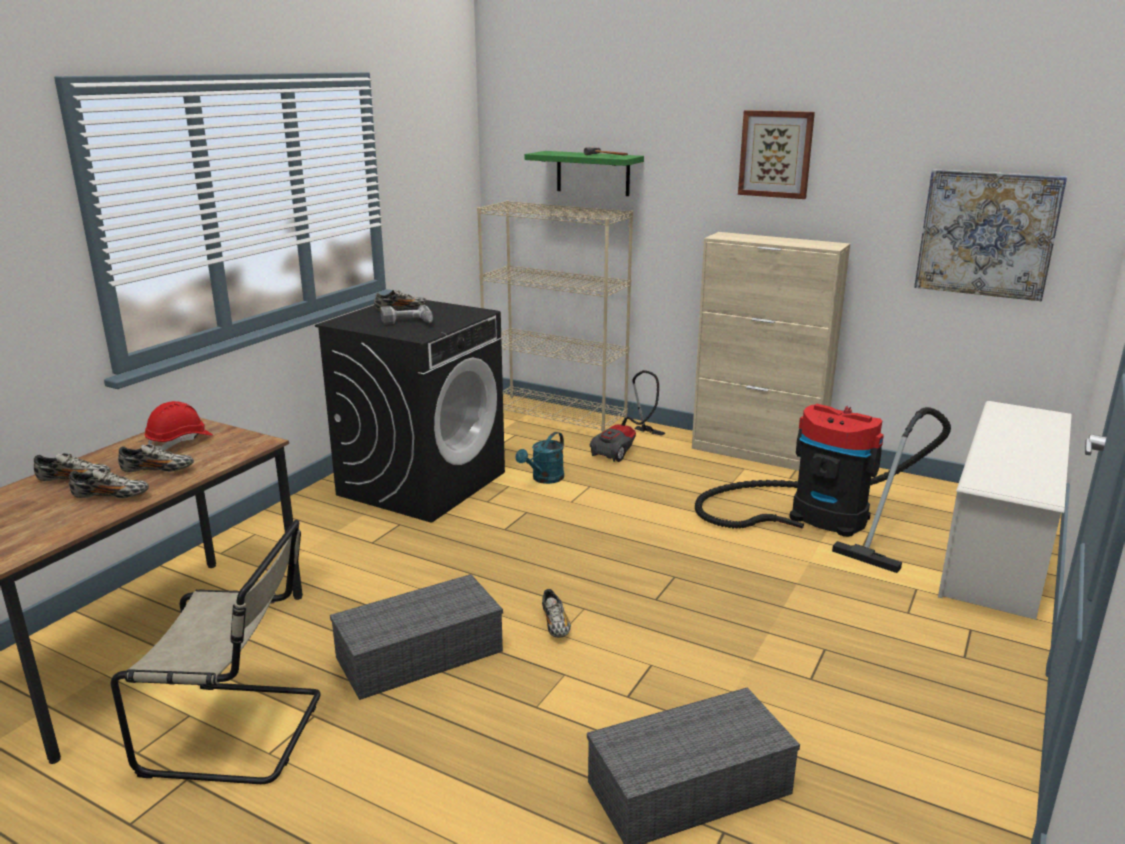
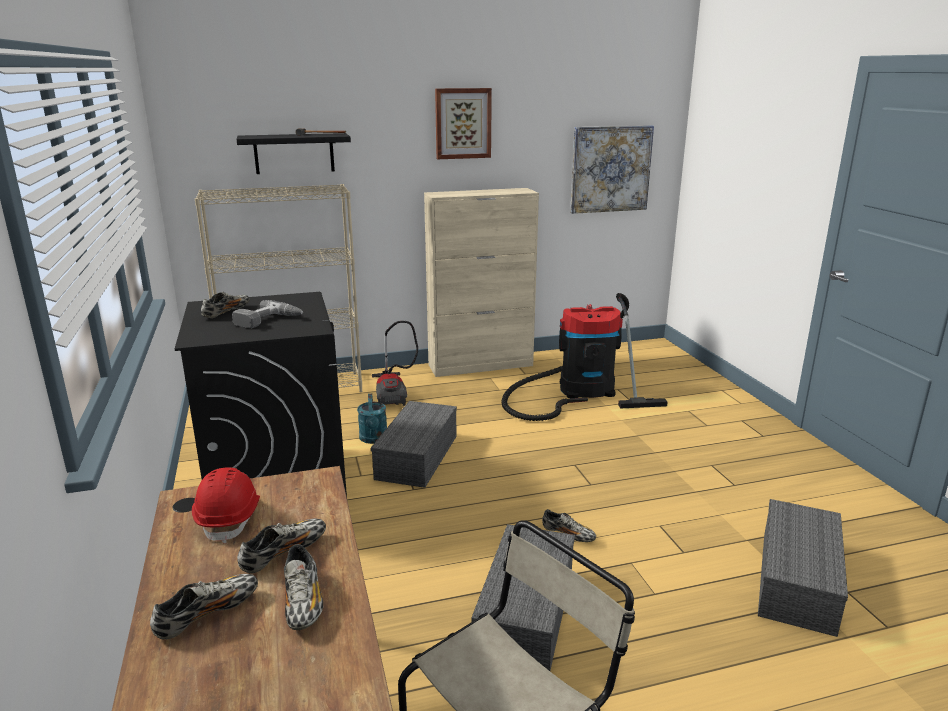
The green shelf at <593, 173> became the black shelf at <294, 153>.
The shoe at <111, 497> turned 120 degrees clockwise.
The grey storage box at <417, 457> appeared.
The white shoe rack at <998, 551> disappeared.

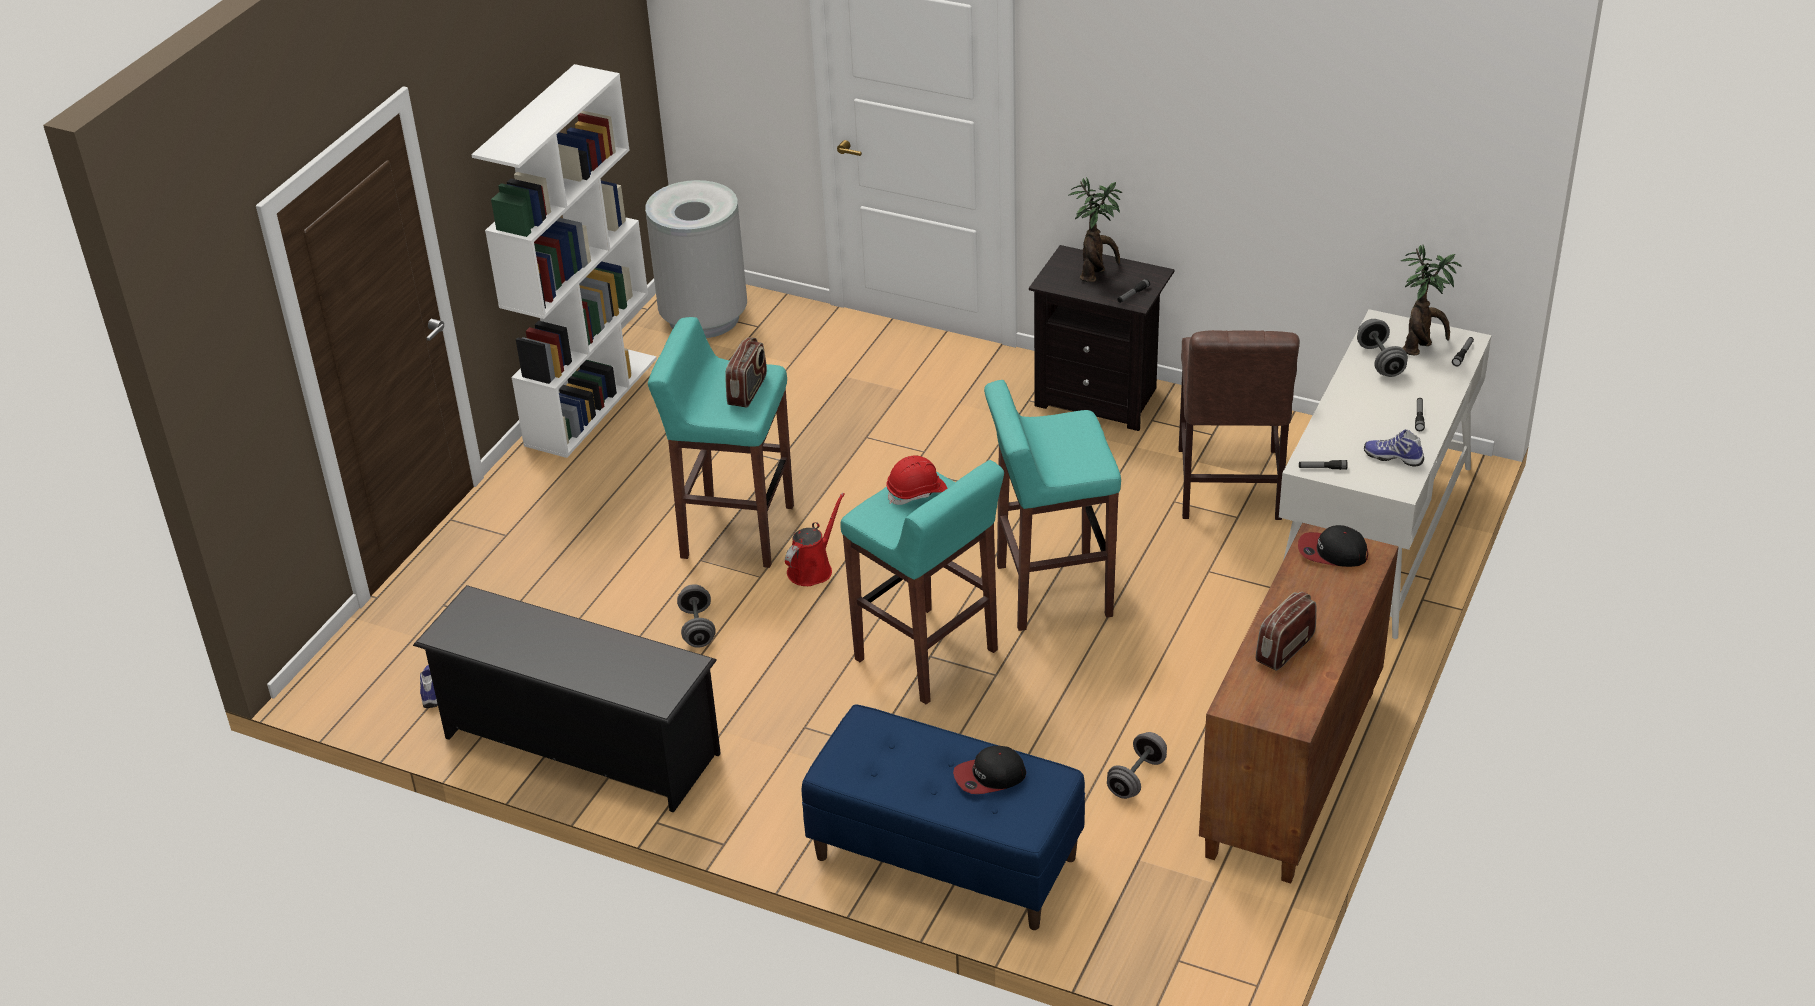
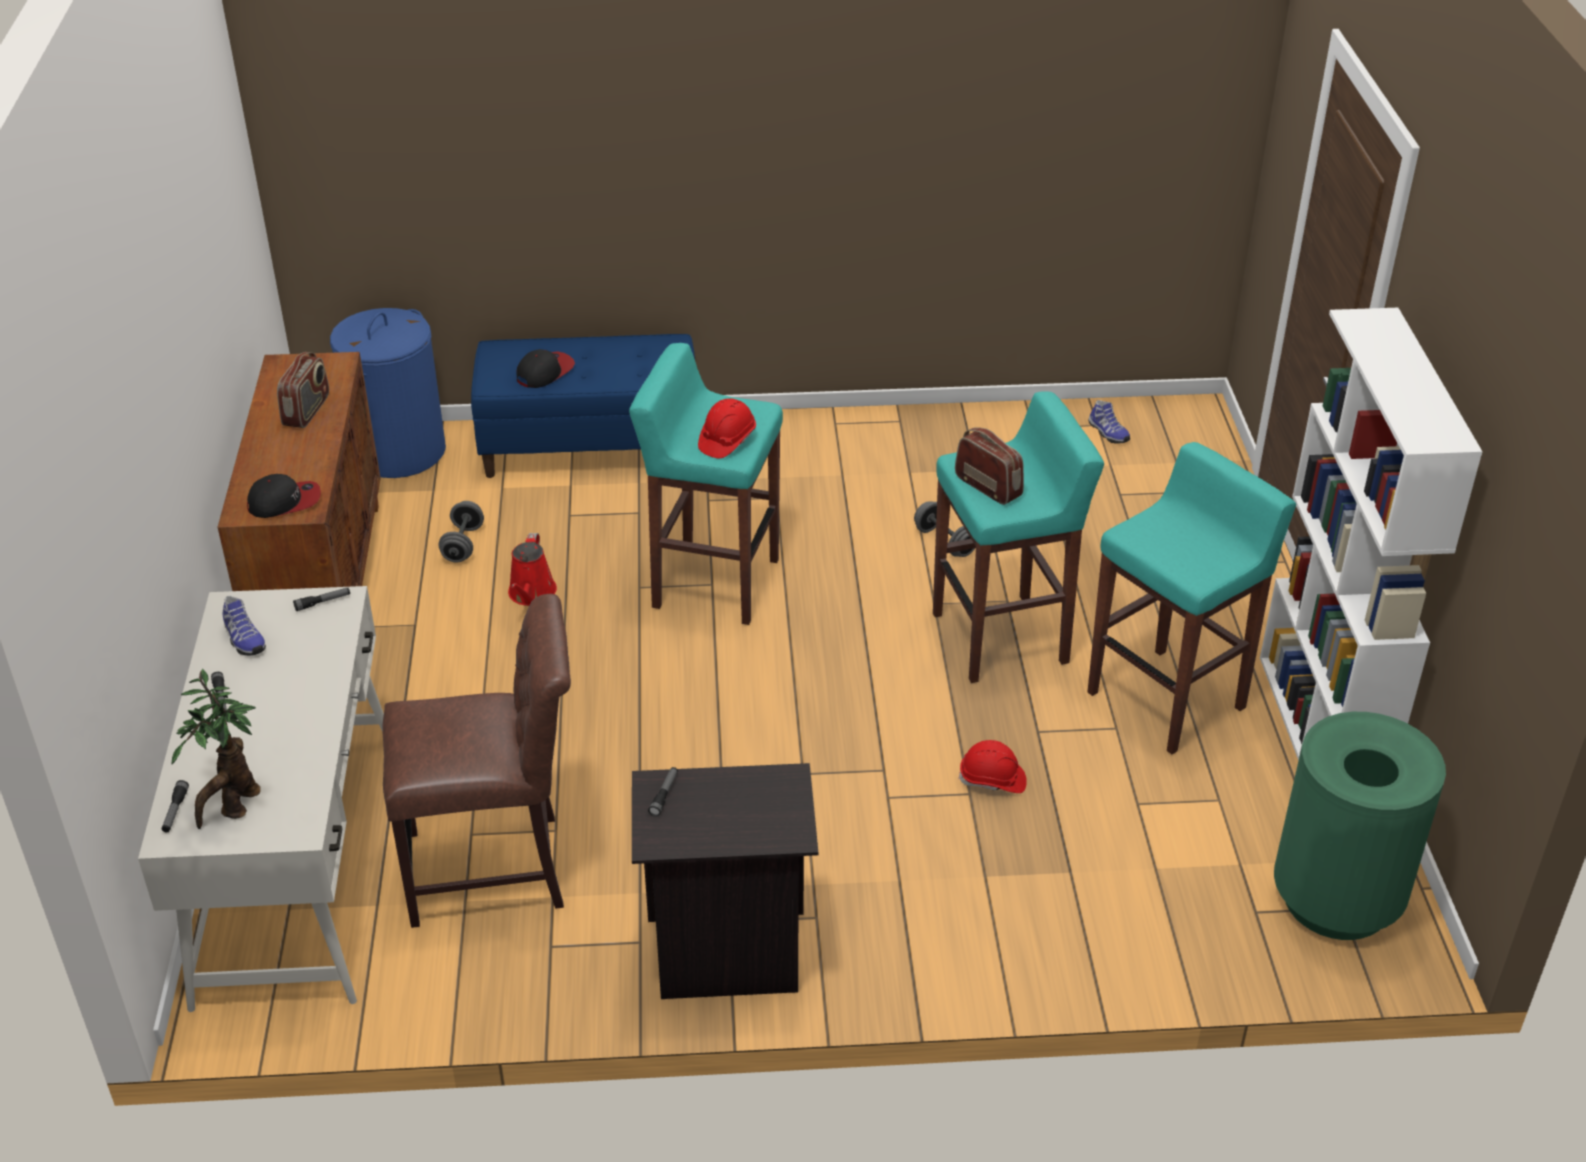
The shoe at <1393, 457> turned 60 degrees clockwise.
The blue laundry basket at <398, 451> appeared.
The brown chair at <1228, 489> turned 105 degrees clockwise.
The red watering can moved from <812, 568> to <531, 594>.
The radio at <748, 391> turned 150 degrees clockwise.
The red hard hat at <992, 780> appeared.
The turquoise stool moved from <1051, 591> to <1168, 700>.
The grey trash can at <704, 318> became the green trash can at <1336, 900>.
The black shoe rack at <580, 745> disappeared.
The potted plant at <1096, 273> disappeared.
The grey dumbbell at <1380, 361> disappeared.

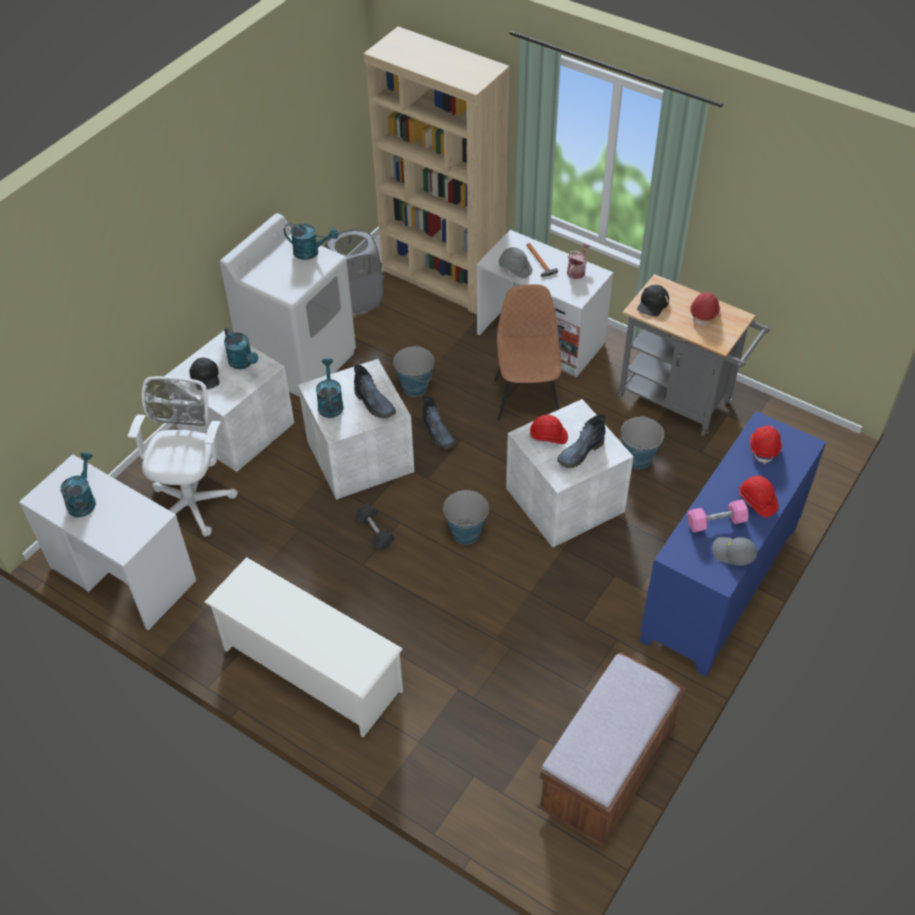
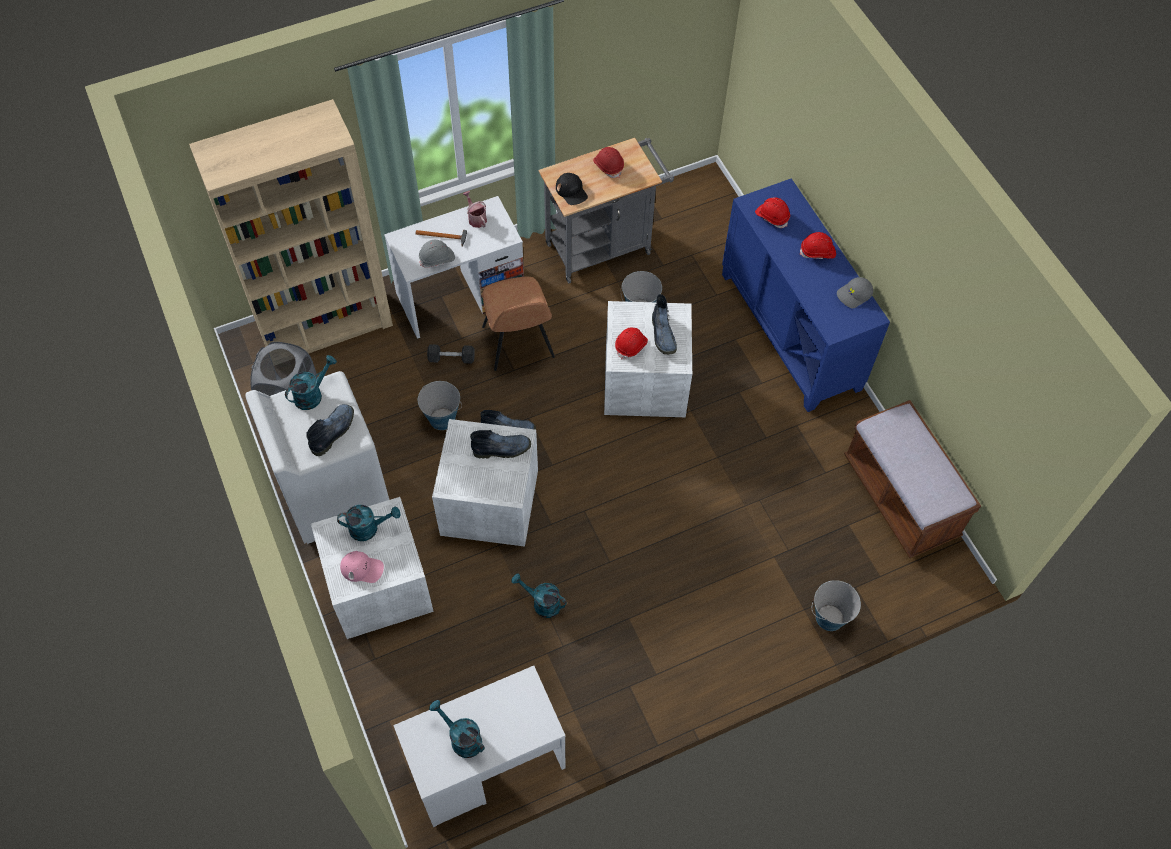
The boot at <333, 431> appeared.
The black cap at <205, 377> became the pink cap at <362, 568>.
The grey dumbbell moved from <375, 532> to <451, 358>.
The brown chair at <527, 397> turned 135 degrees counterclockwise.
The turquoise watering can moved from <330, 403> to <542, 603>.
The bucket moved from <465, 533> to <829, 618>.
The white office chair at <192, 501> disappeared.
The white shoe rack at <310, 670> disappeared.
The pink dumbbell at <716, 522> disappeared.

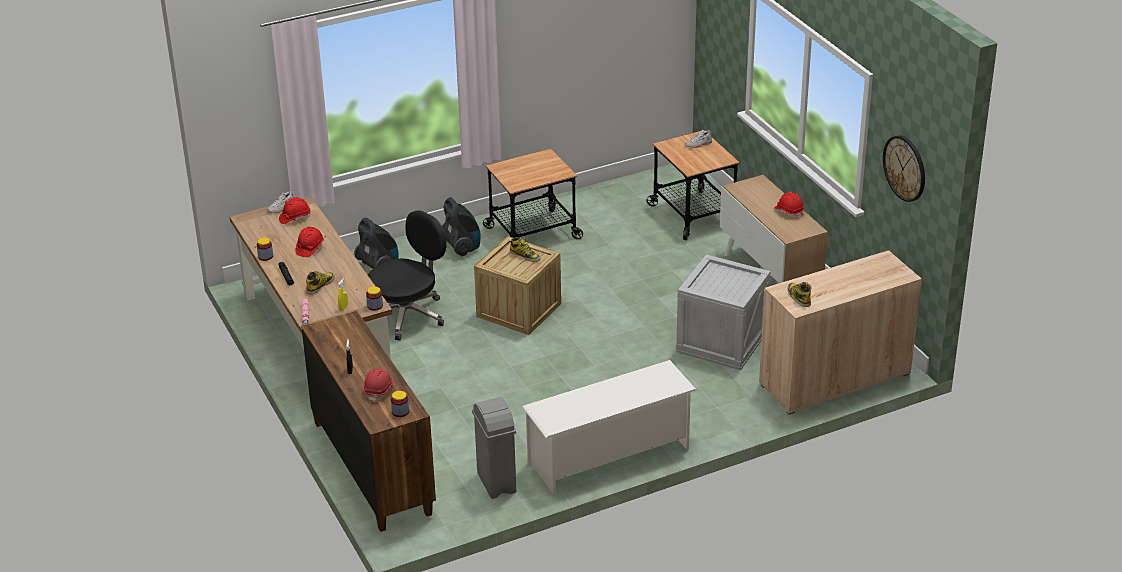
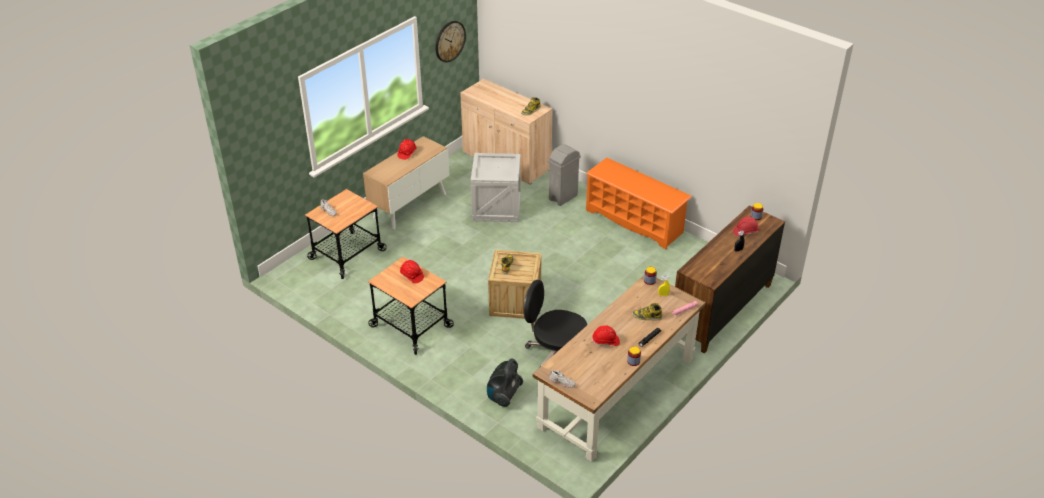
The red hard hat moved from <295, 217> to <411, 276>.
The grey trash can moved from <496, 483> to <563, 197>.
The white shoe rack at <609, 456> became the orange shoe rack at <635, 221>.
The vacuum cleaner at <462, 247> disappeared.

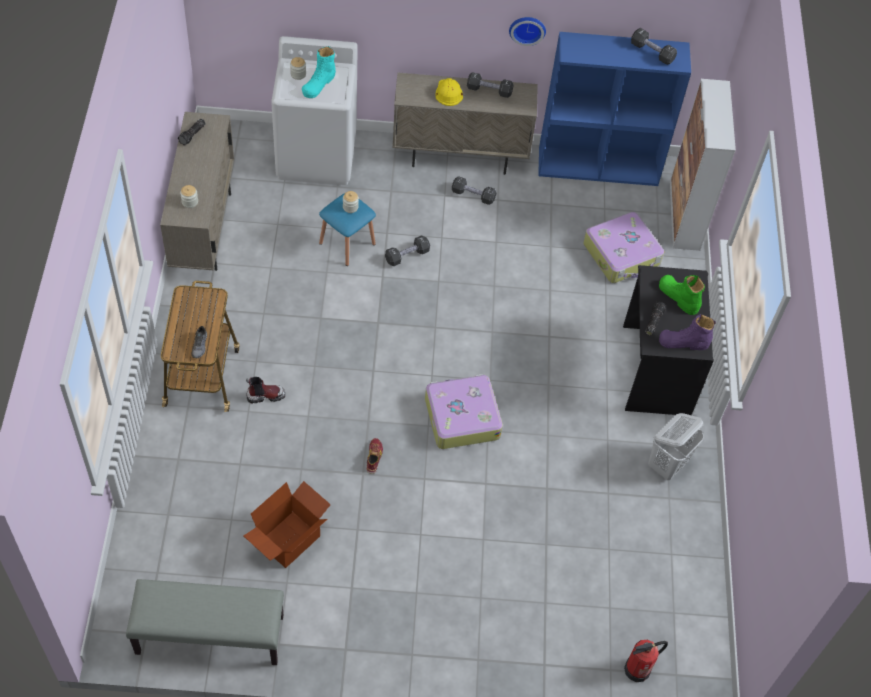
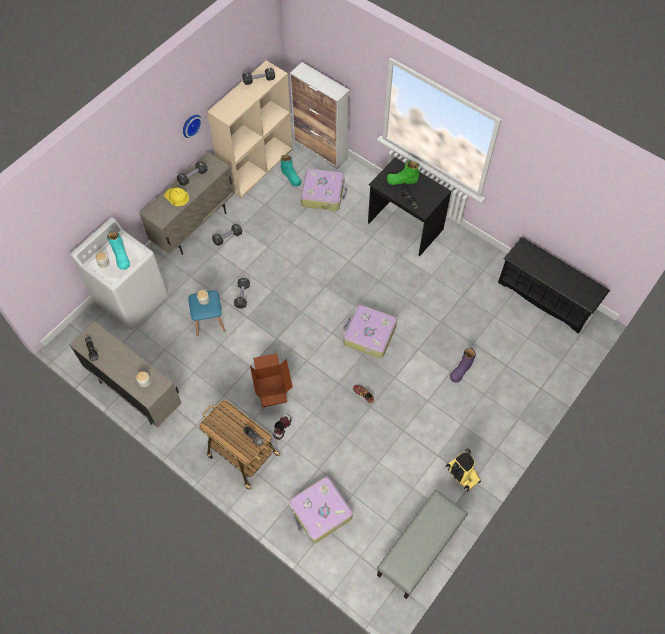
The blue bookcase at <599, 165> became the beige bookcase at <257, 166>.
The cardboard box moved from <289, 540> to <272, 390>.
The turquoise boot at <291, 176> appeared.
The suitcase at <320, 512> appeared.
The vacuum cleaner at <461, 474> appeared.
The purple boot moved from <684, 342> to <461, 369>.
The black shoe rack at <545, 297> appeared.
The fire extinguisher at <638, 669> disappeared.
The white laundry basket at <667, 464> disappeared.

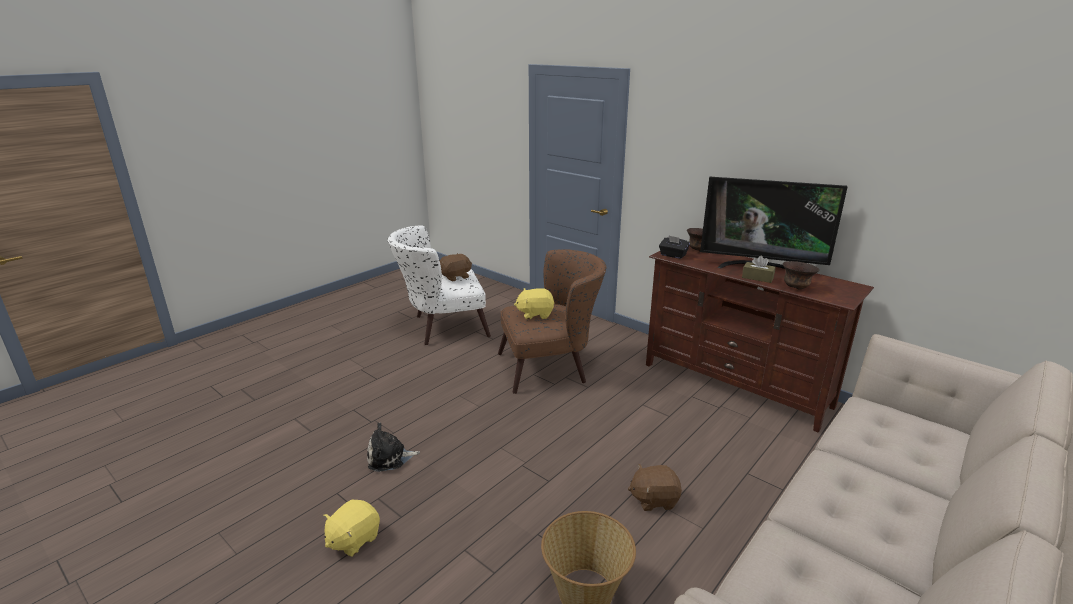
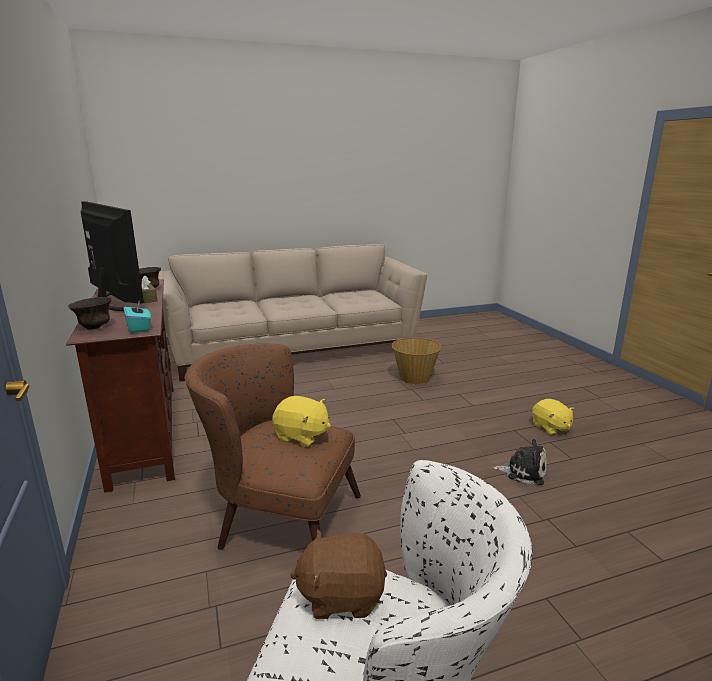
The black tissue box at <673, 255> became the turquoise tissue box at <139, 328>.
The yellow plush toy at <353, 539> turned 90 degrees clockwise.
The brown plush toy at <654, 499> disappeared.

